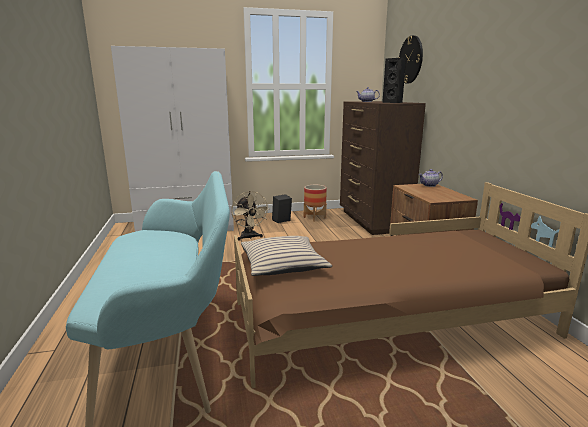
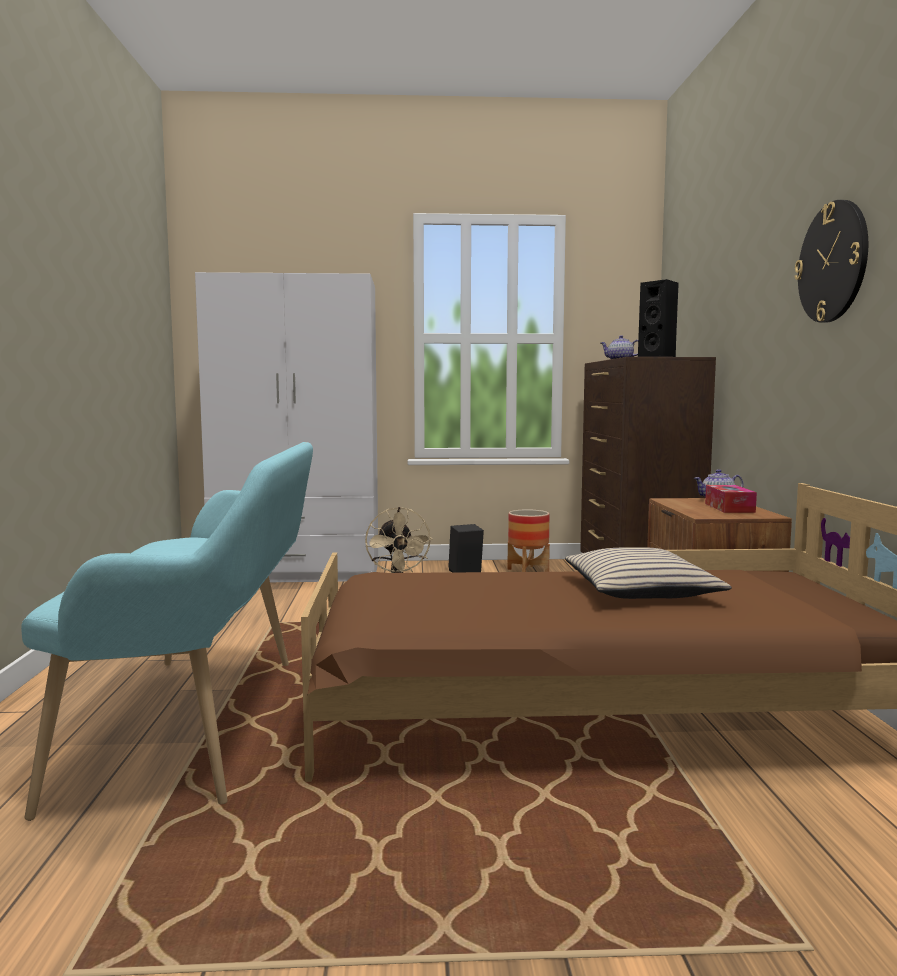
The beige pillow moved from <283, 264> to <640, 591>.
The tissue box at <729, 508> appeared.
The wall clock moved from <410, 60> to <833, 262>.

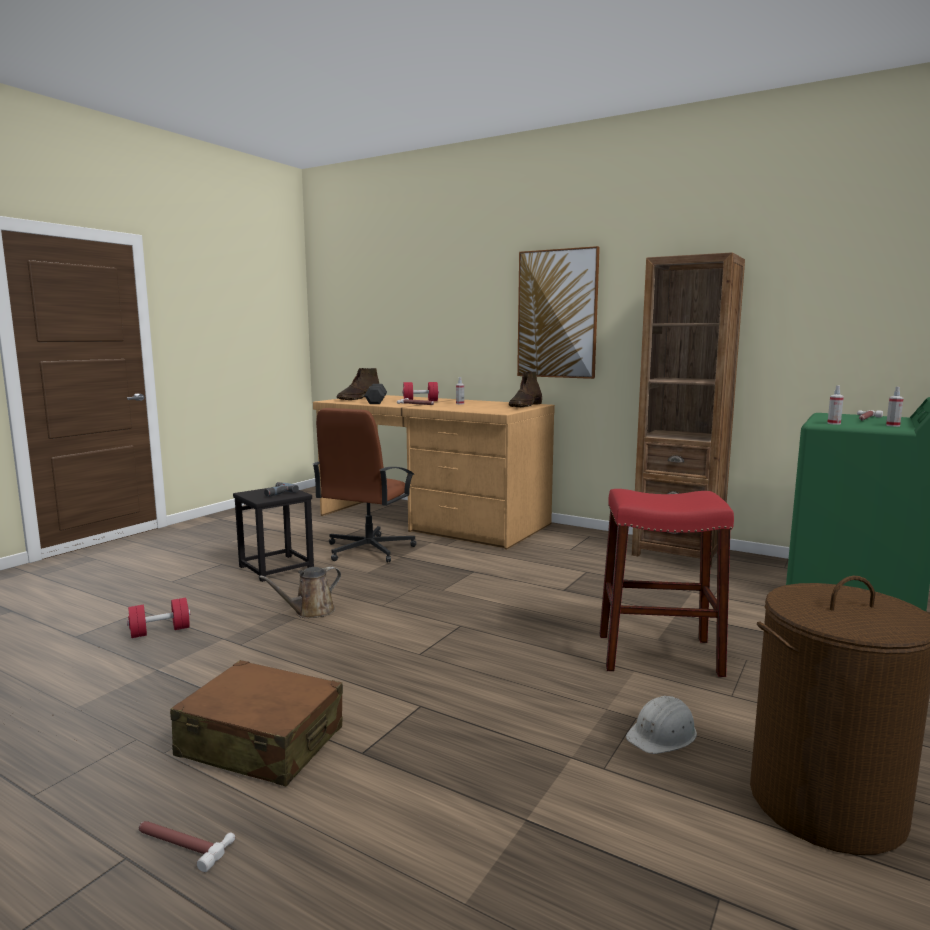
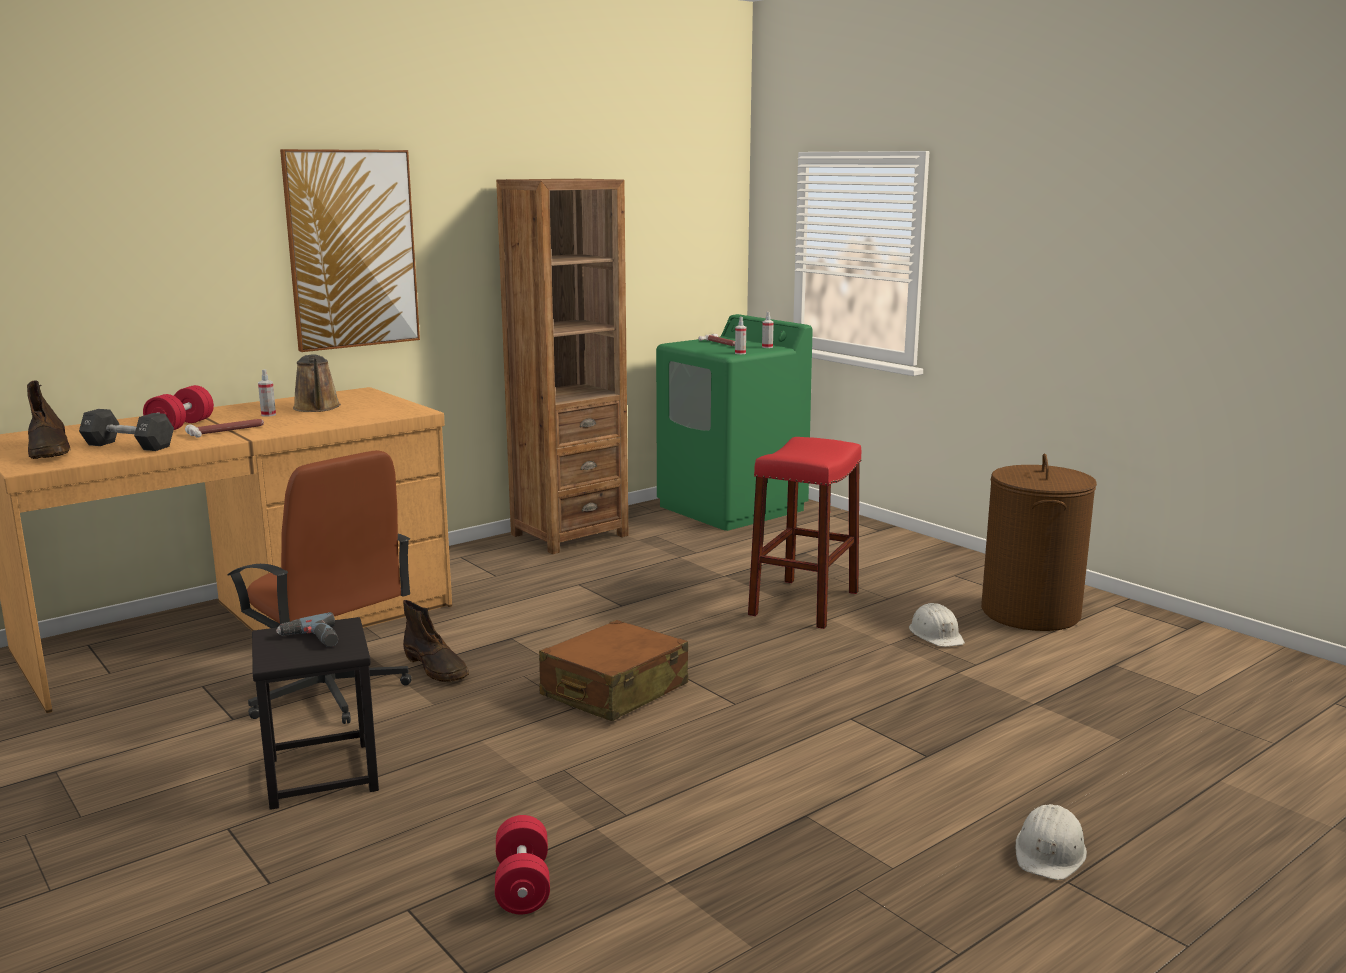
The brown watering can moved from <310, 612> to <317, 408>.
The brown boot moved from <525, 406> to <436, 668>.
The brown suitcase moved from <261, 742> to <614, 691>.
The hammer at <181, 843> was replaced by the white hard hat at <1050, 852>.

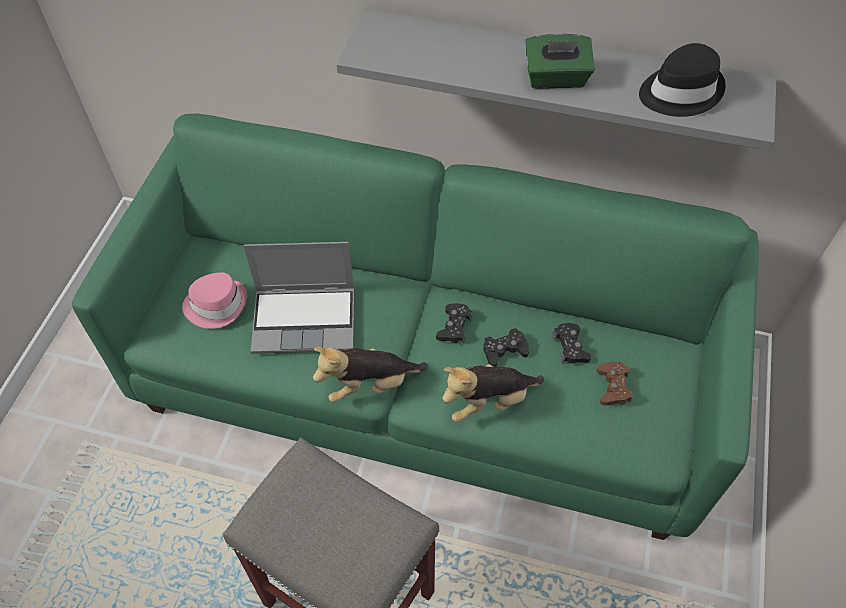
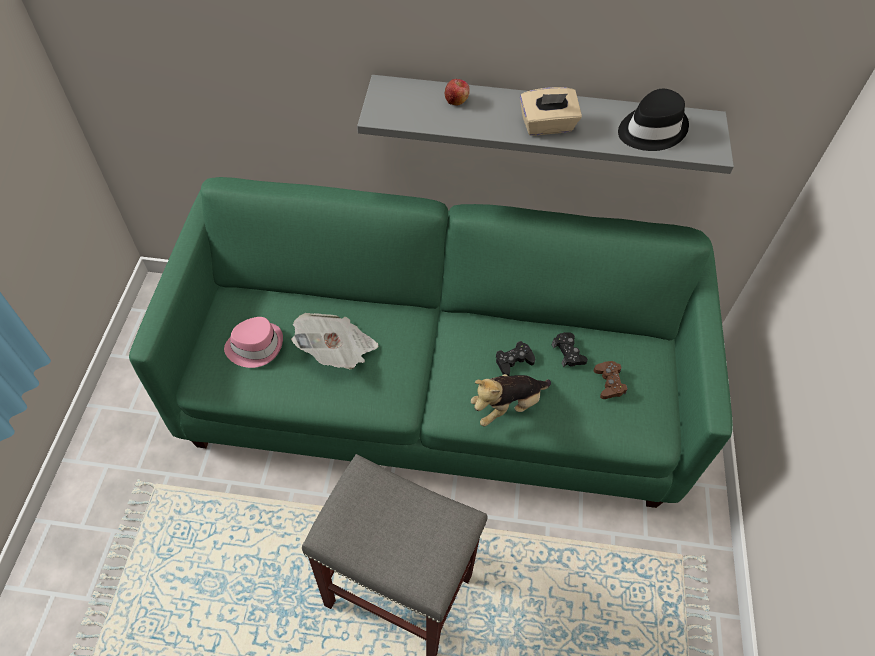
The laptop at <306, 320> was replaced by the newspaper at <337, 351>.
The apple at <456, 101> appeared.
The green tissue box at <555, 79> became the beige tissue box at <547, 126>.
The plush toy at <370, 385> disappeared.
The black game controller at <454, 327> disappeared.

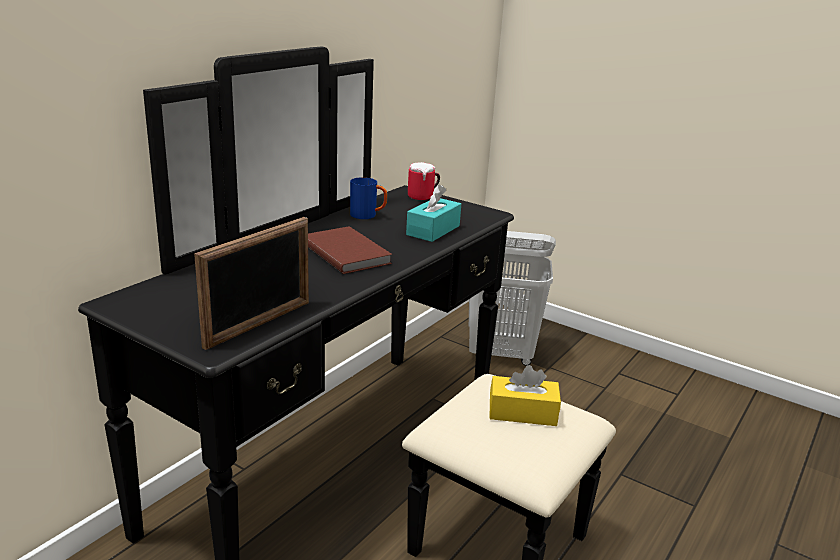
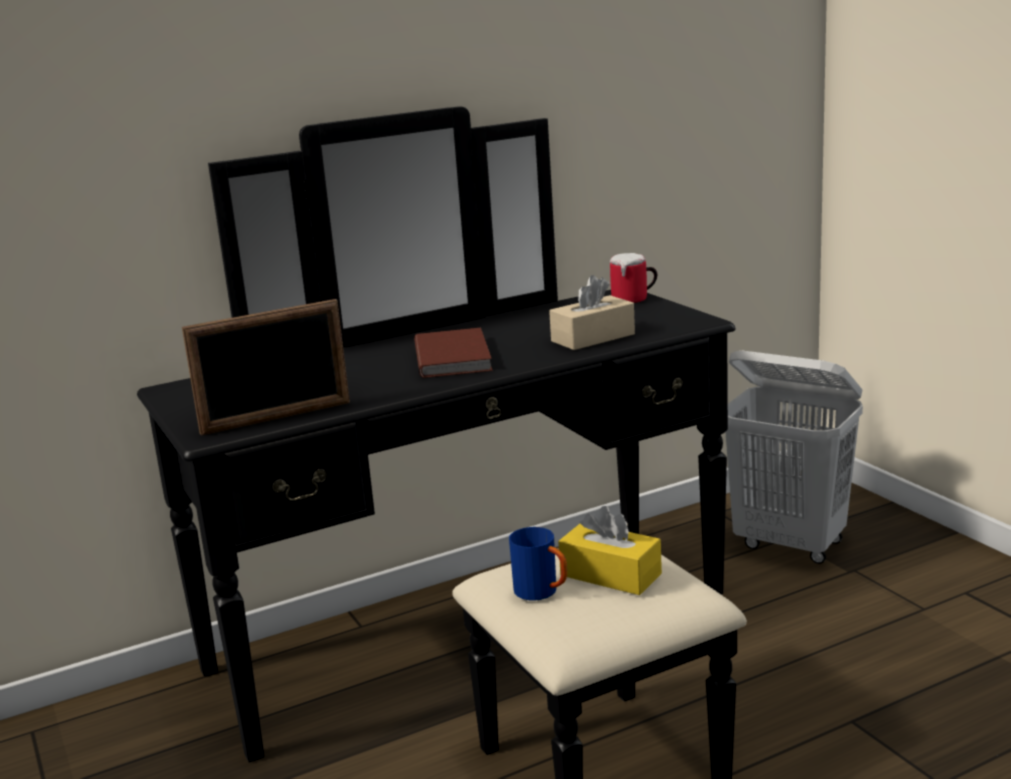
The blue mug moved from <368, 216> to <542, 593>.
The turquoise tissue box at <433, 230> became the beige tissue box at <593, 338>.

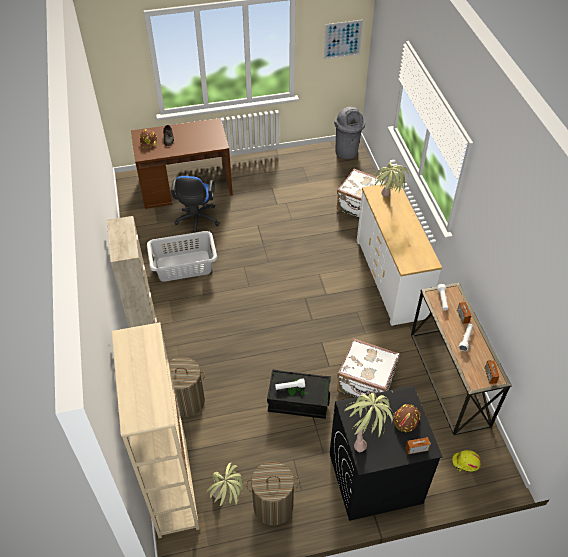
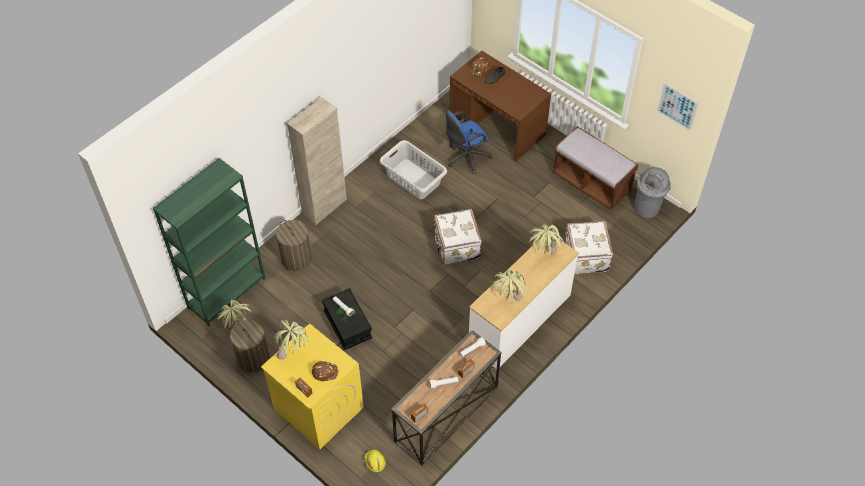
The beige bookcase at <173, 487> became the green bookcase at <227, 293>.
The black washing machine at <374, 478> became the yellow washing machine at <318, 408>.
The white suitcase moved from <366, 383> to <456, 246>.
The potted plant at <508, 302> appeared.
The brown bench at <591, 183> appeared.

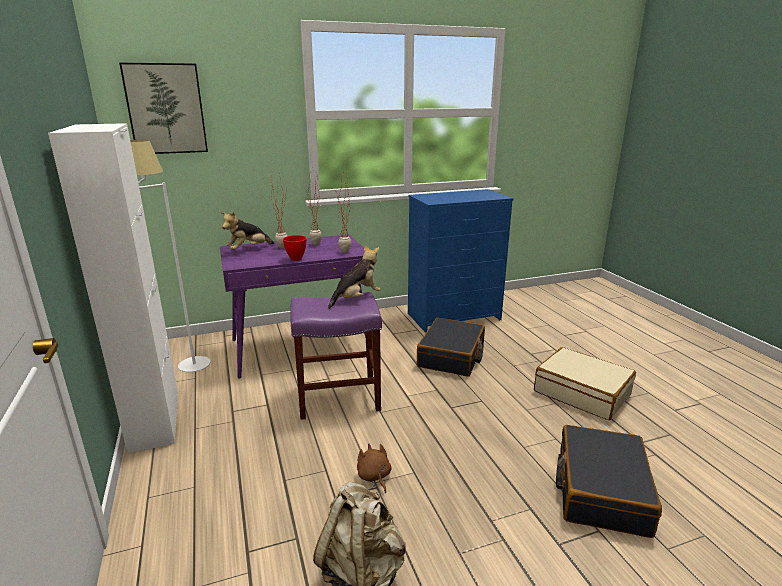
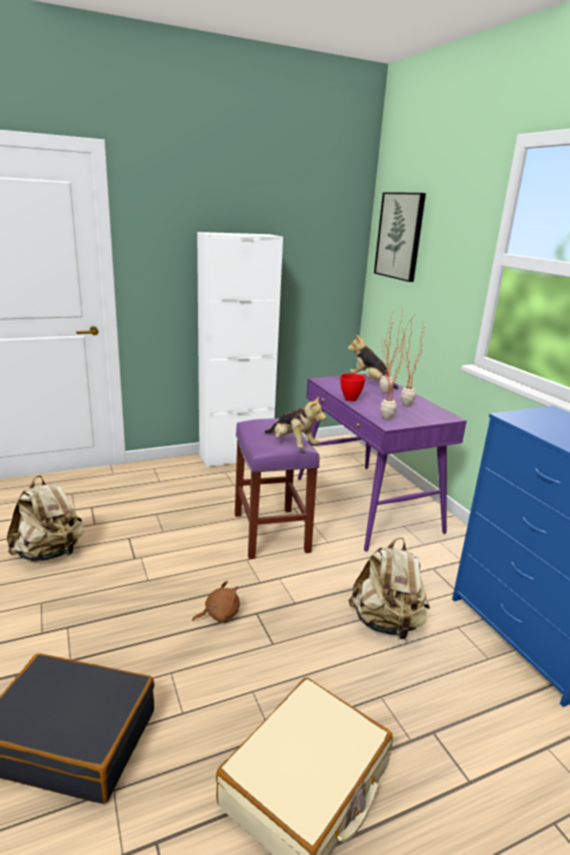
The brown plush toy moved from <374, 477> to <219, 614>.
The black suitcase at <451, 356> was replaced by the beige backpack at <386, 623>.
The white floor lamp at <183, 361> disappeared.

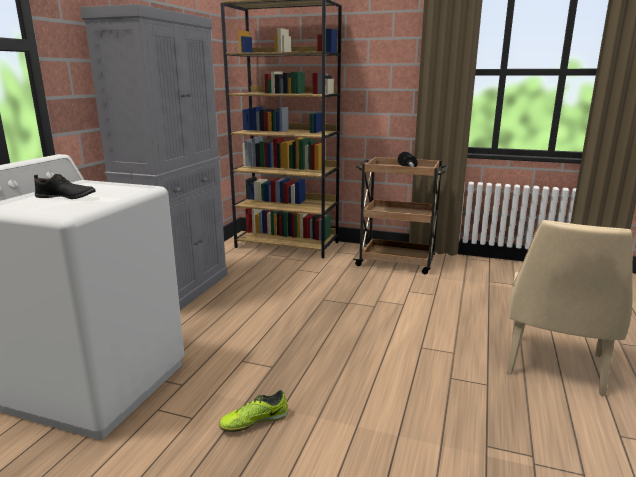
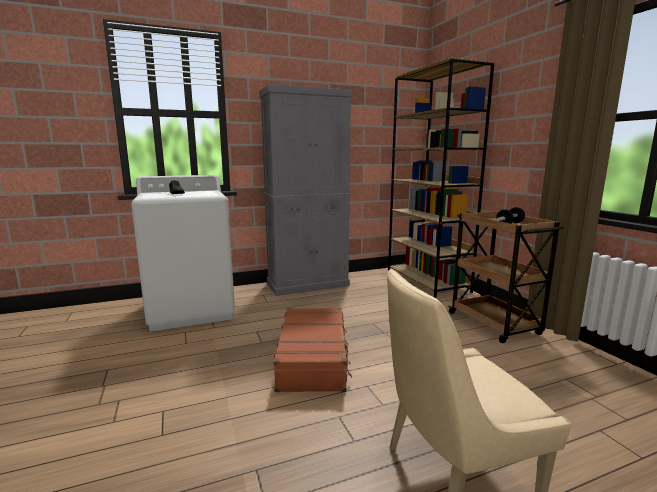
The brown suitcase at <313, 358> appeared.
The shoe at <254, 421> disappeared.

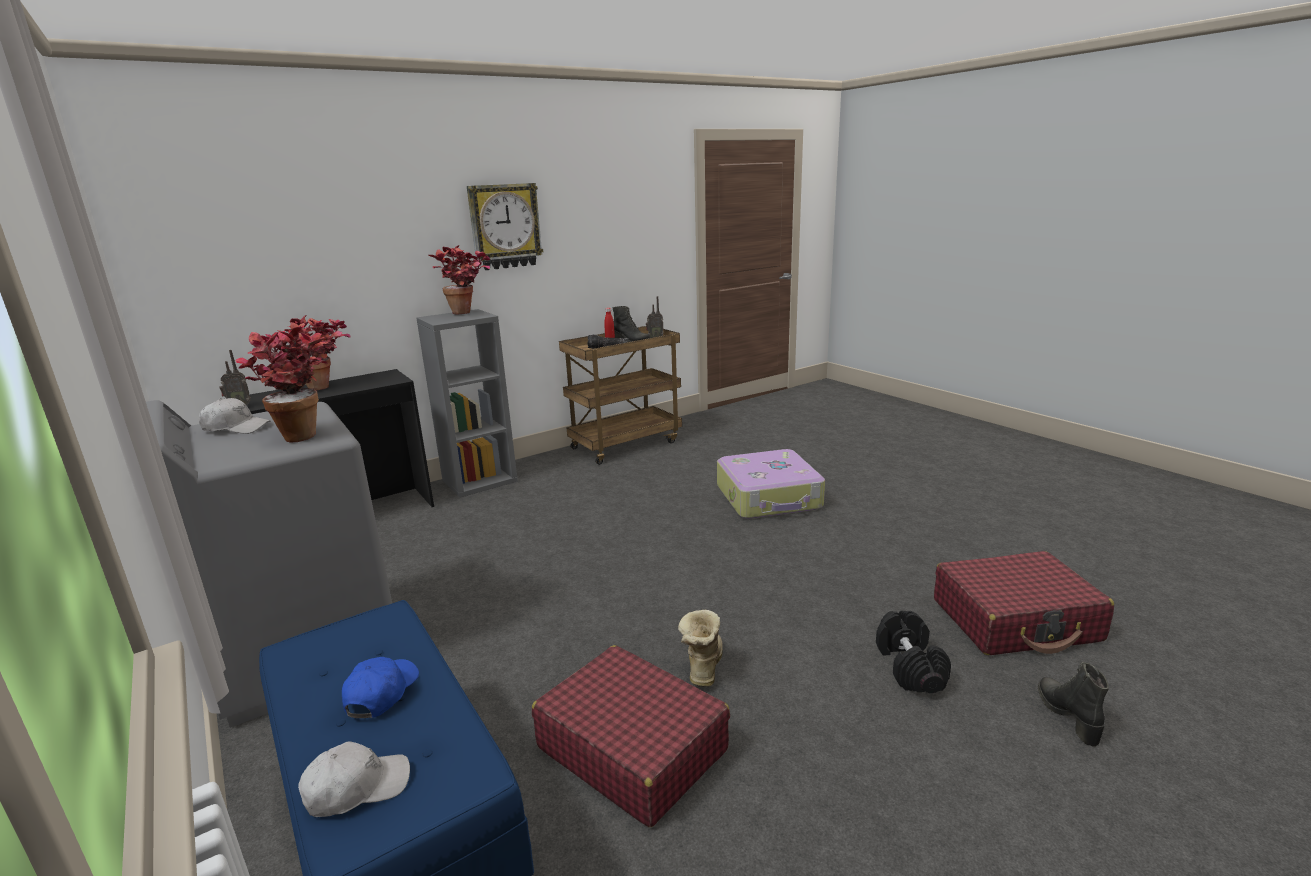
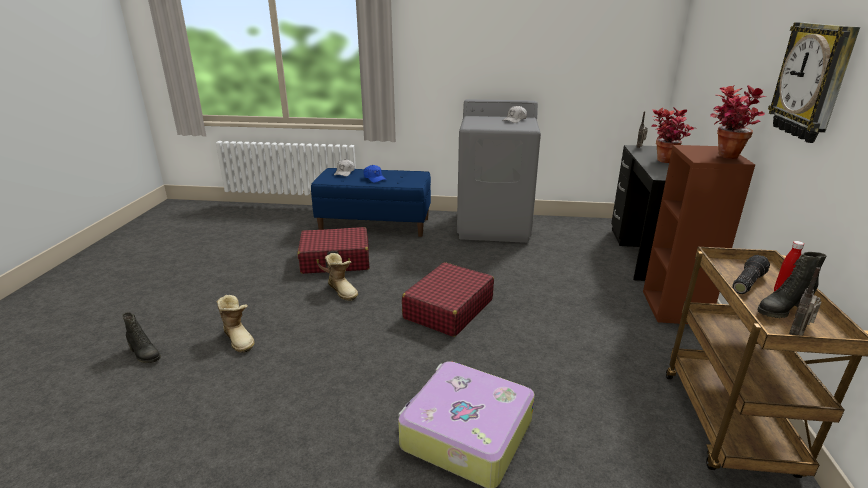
The black dumbbell at <909, 666> was replaced by the boot at <239, 338>.
The red suitcase moved from <1016, 620> to <448, 309>.
The grey bookcase at <480, 480> became the brown bookcase at <675, 308>.
The potted plant at <301, 434> disappeared.

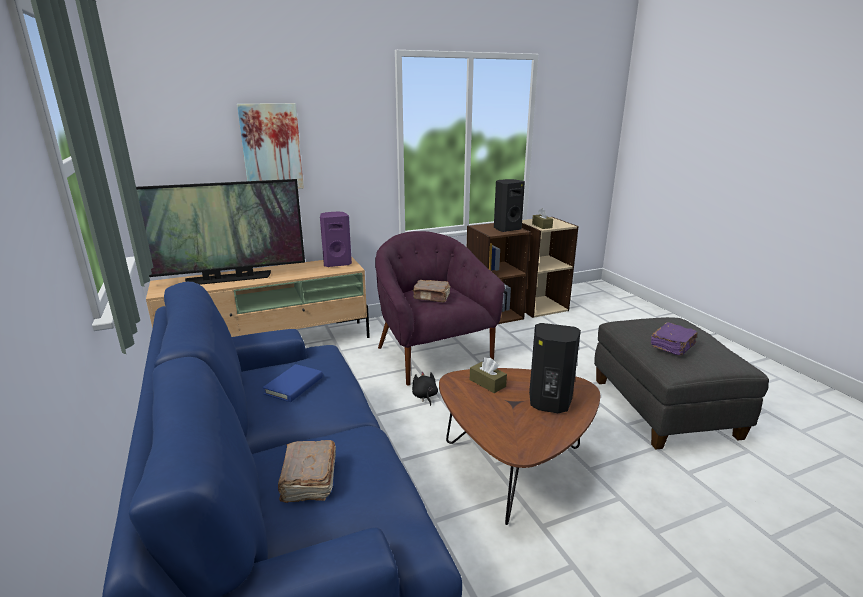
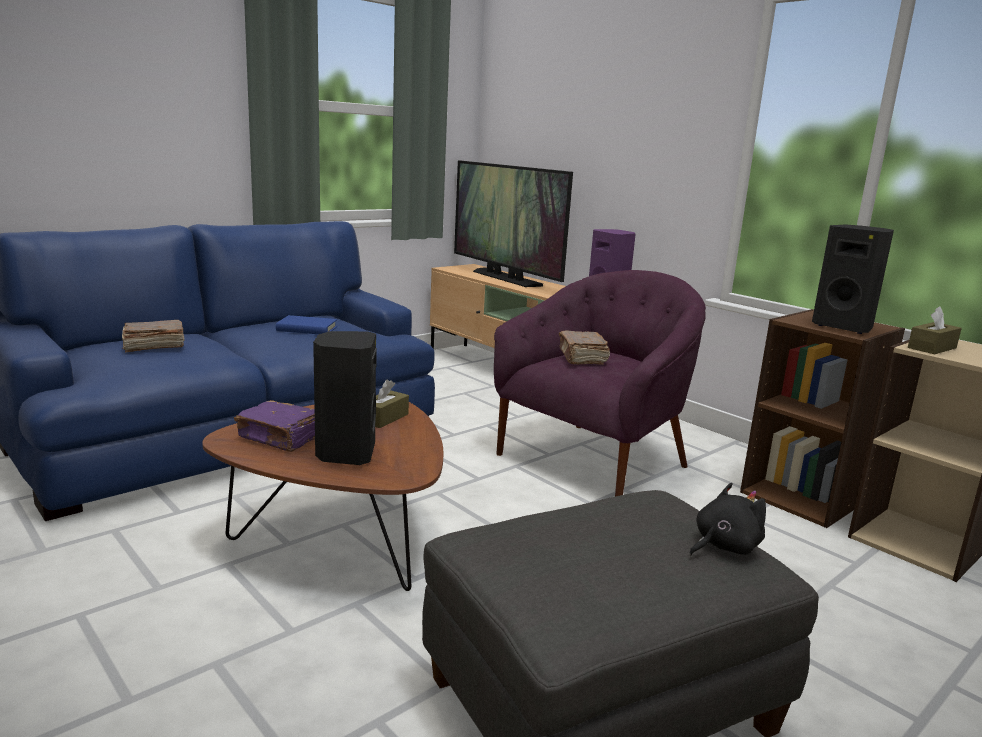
The purple book moved from <673, 346> to <280, 438>.
The black plush toy moved from <424, 396> to <723, 546>.
The picture at <271, 147> disappeared.

